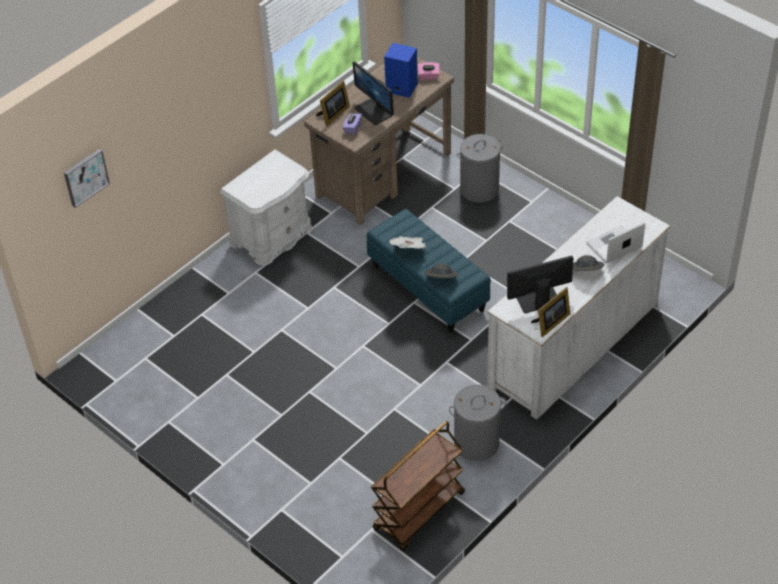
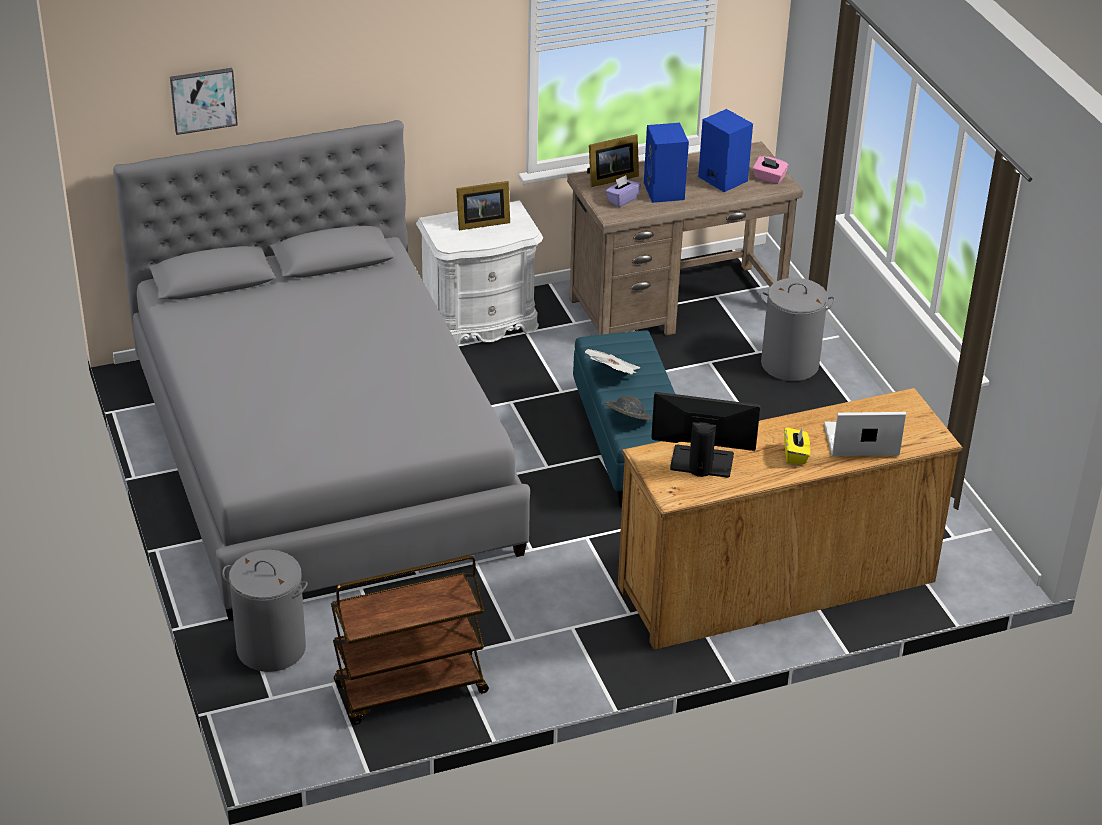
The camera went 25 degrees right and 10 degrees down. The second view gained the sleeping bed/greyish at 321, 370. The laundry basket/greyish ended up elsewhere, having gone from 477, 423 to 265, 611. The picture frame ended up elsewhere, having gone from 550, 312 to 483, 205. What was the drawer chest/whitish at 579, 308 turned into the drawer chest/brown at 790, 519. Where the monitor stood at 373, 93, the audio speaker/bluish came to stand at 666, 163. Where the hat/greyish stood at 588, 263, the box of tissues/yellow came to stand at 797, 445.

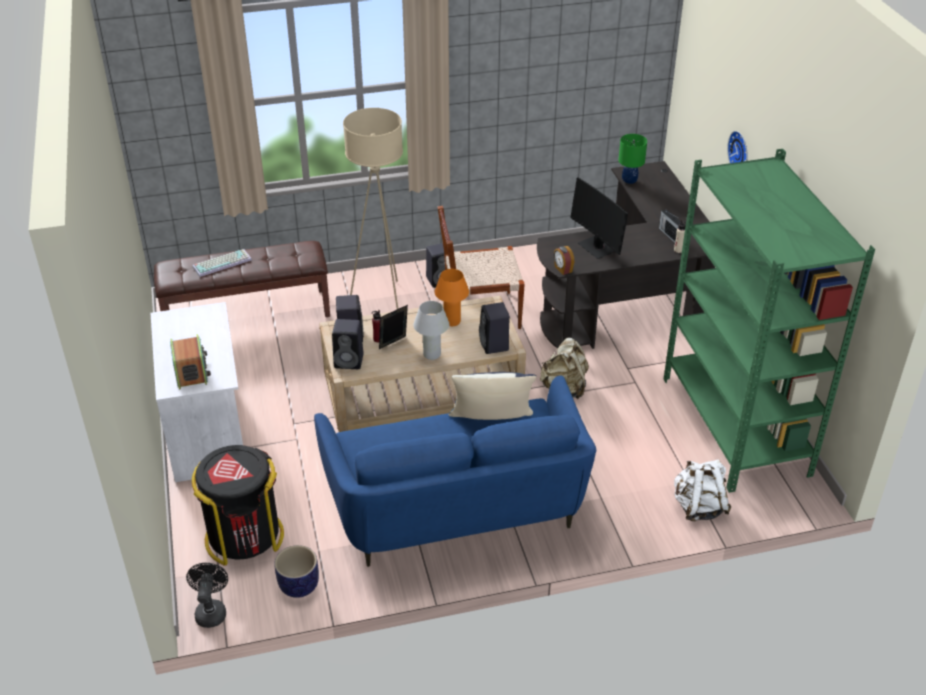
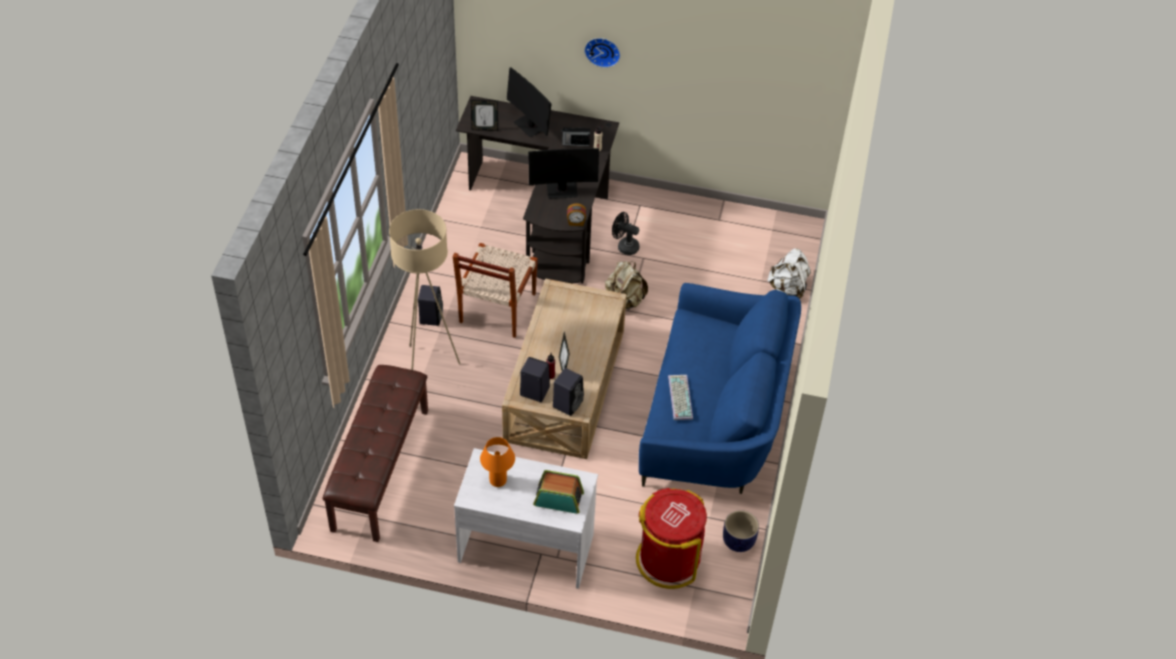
The camera went 65 degrees left and 10 degrees up. Where the lamp for a table/green-coloured stood at 632, 159, the picture frame came to stand at 484, 115. The lamp for a table/orange-coloured ended up elsewhere, having gone from 452, 297 to 497, 462. The second view gained the monitor at 529, 102. The cooling fan/black ended up elsewhere, having gone from 207, 595 to 625, 233. What was the trash can/black at 238, 505 turned into the trash can/red at 671, 538. The computer keyboard ended up elsewhere, having gone from 222, 263 to 680, 397. The second view lost the lamp for a table/whitish at 431, 330. The second view lost the cushion/bluish at 493, 396. The second view lost the audio speaker/black at 494, 328. The second view lost the bookcase/green-coloured at 769, 321.

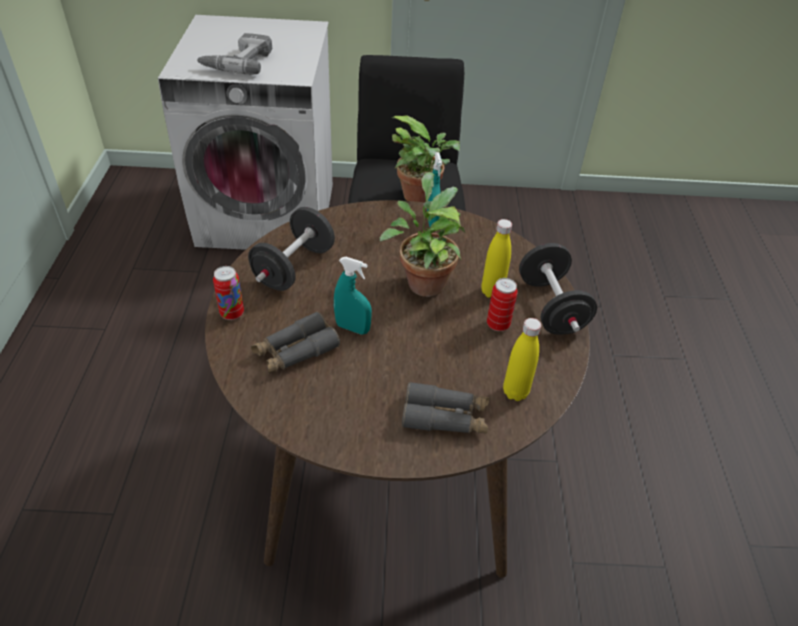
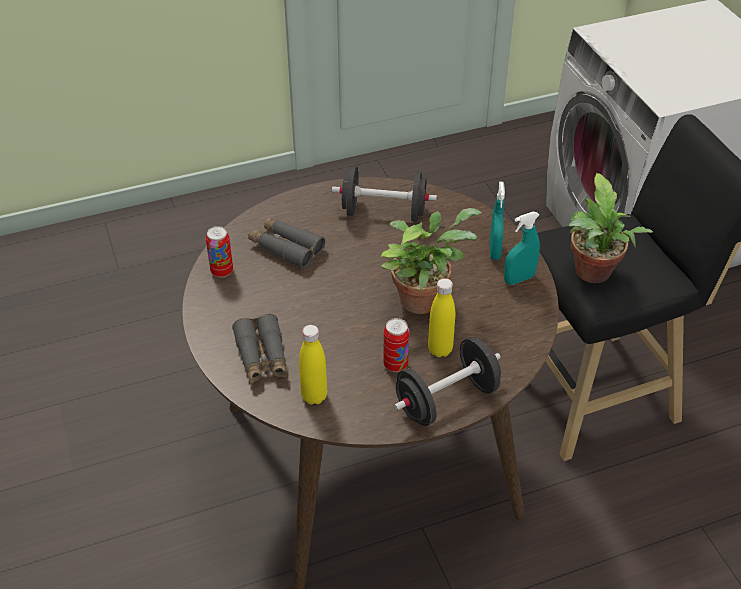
The camera went 70 degrees right and 0 degrees up. The can ended up elsewhere, having gone from 228, 293 to 219, 252. The hand sprayer/turquoise ended up elsewhere, having gone from 353, 296 to 497, 221. The second view lost the drill at 234, 53.

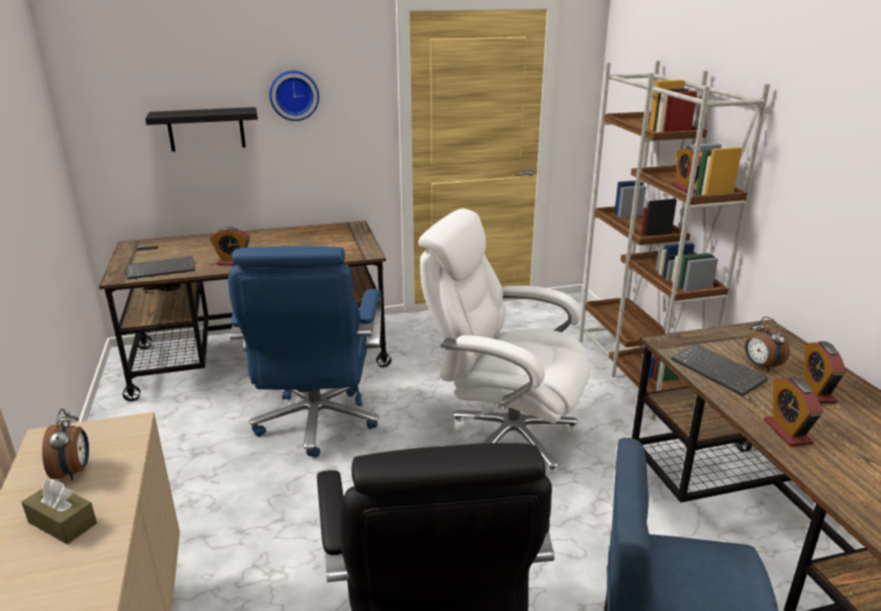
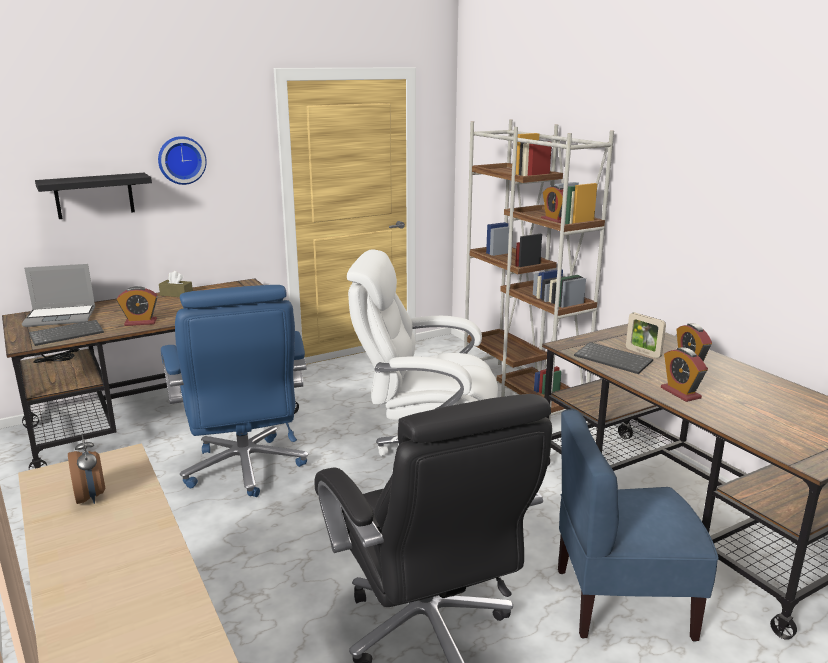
The camera went 15 degrees left and 5 degrees down. The second view gained the portable computer at 58, 295. The box of tissues/brown ended up elsewhere, having gone from 59, 511 to 176, 284. Where the table clock stood at 767, 344, the picture frame came to stand at 646, 335.

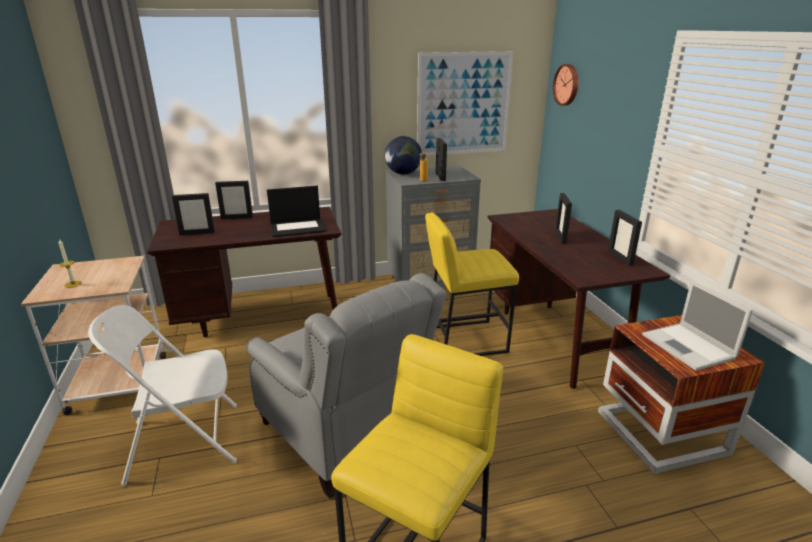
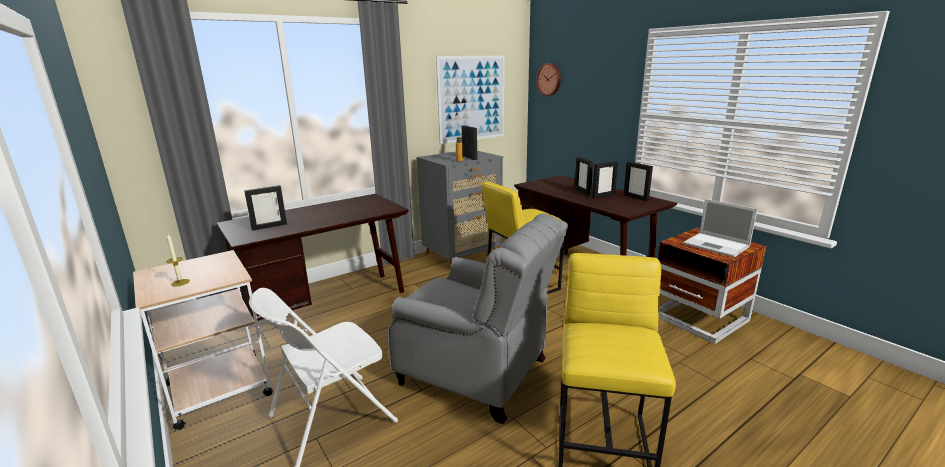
The camera went 20 degrees left and 5 degrees down. The picture frame ended up elsewhere, having gone from 234, 200 to 604, 180. The second view lost the portable computer at 296, 211. The second view lost the world globe at 403, 155.

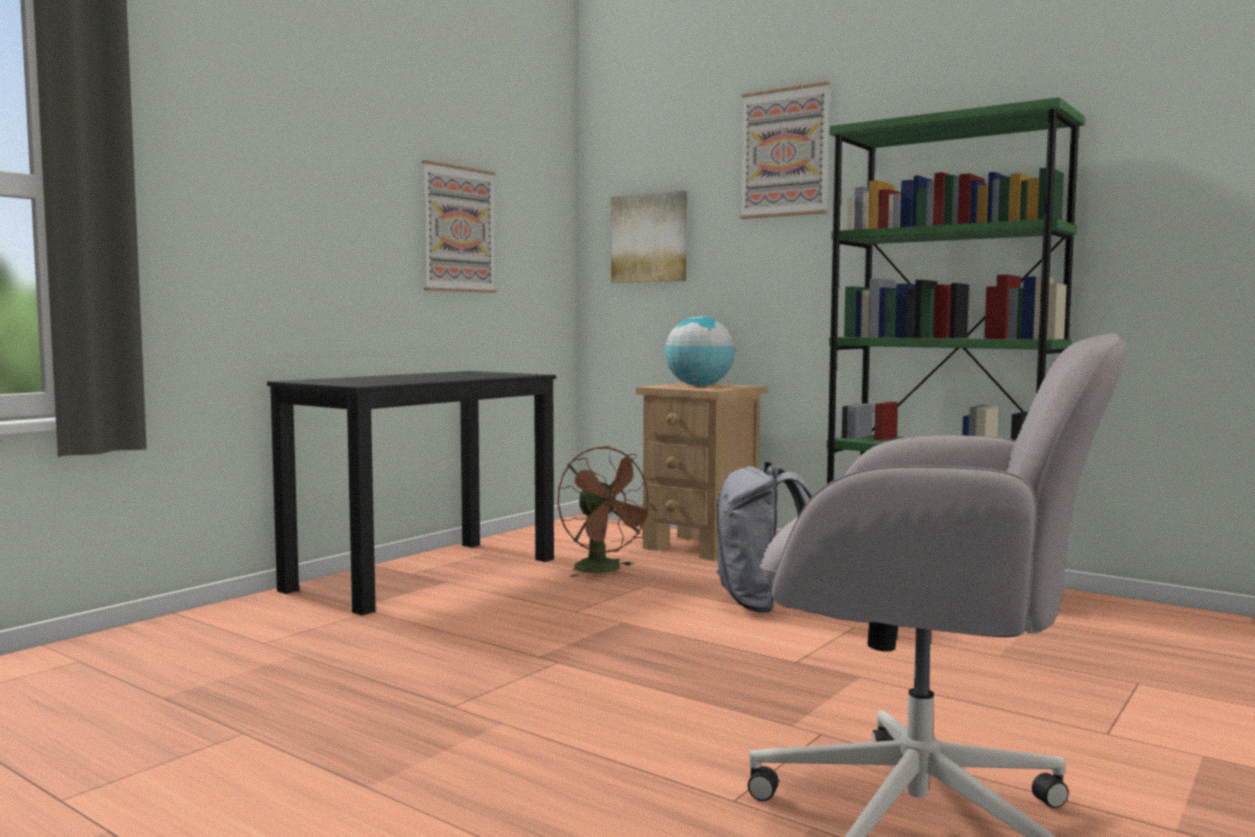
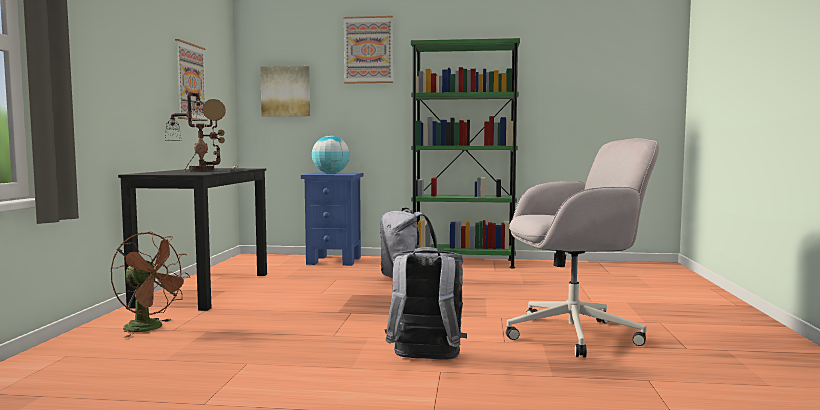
The camera went 30 degrees left and 0 degrees up. The cooling fan/brown ended up elsewhere, having gone from 607, 511 to 151, 285. The second view gained the lamp for a table at 201, 132. What was the nightstand/beige at 701, 472 turned into the nightstand/bluish at 332, 219. The second view gained the backpack/greyish at 426, 303.

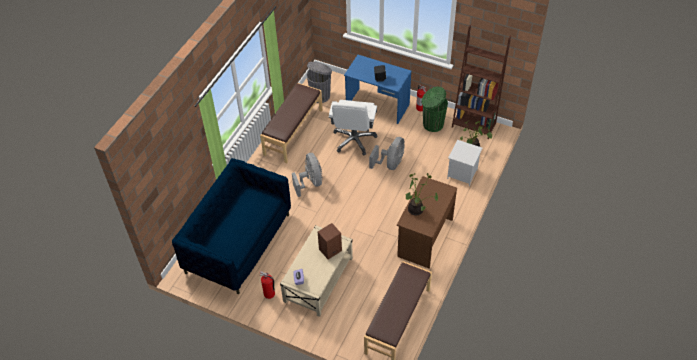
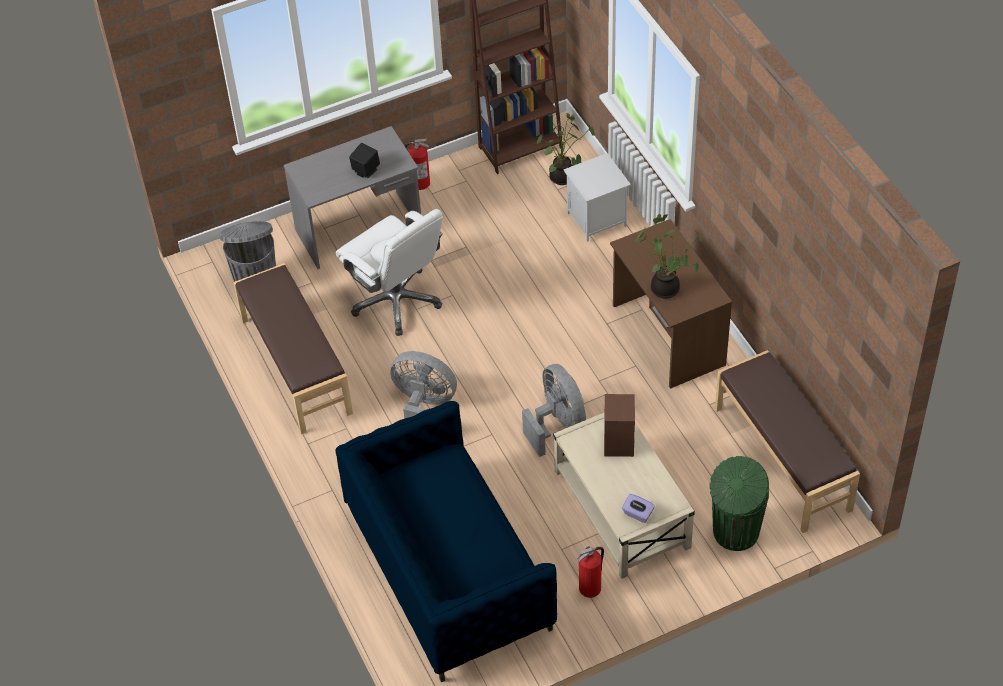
The camera went 50 degrees left and 0 degrees up. What was the desk/bluish at 377, 89 turned into the desk/greyish at 352, 197. The cooling fan/greyish ended up elsewhere, having gone from 386, 153 to 554, 410. The trash can/green-coloured ended up elsewhere, having gone from 435, 109 to 739, 503.

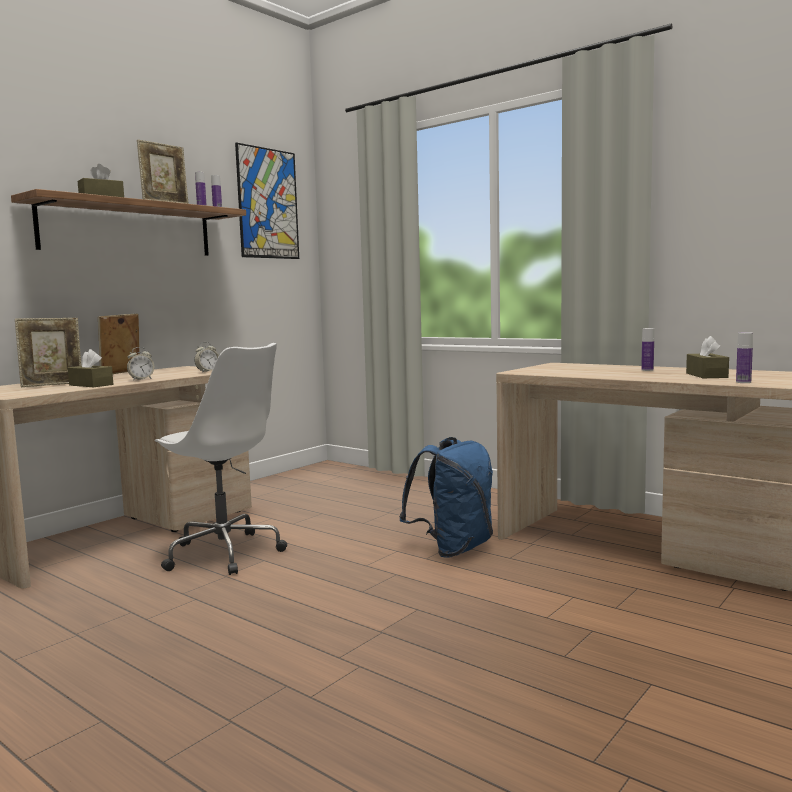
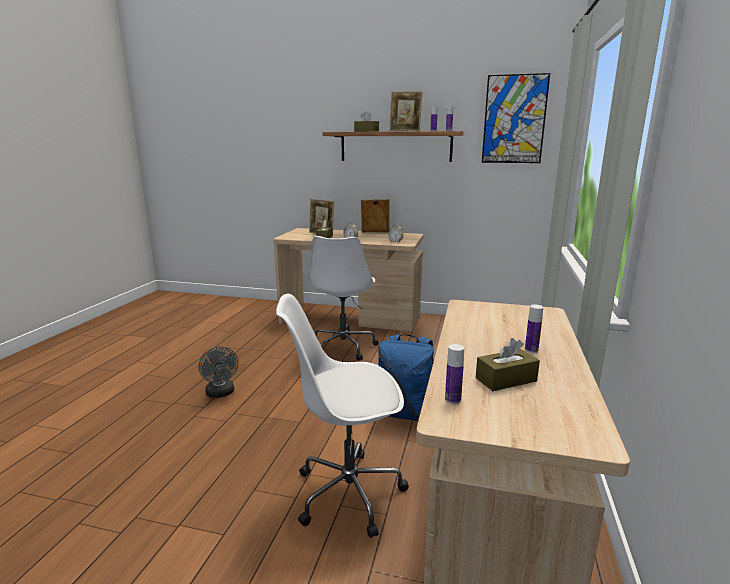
The camera went 65 degrees right and 10 degrees up. The second view gained the cooling fan/greyish at 218, 372. The second view gained the desk chair/whitish at 342, 416.

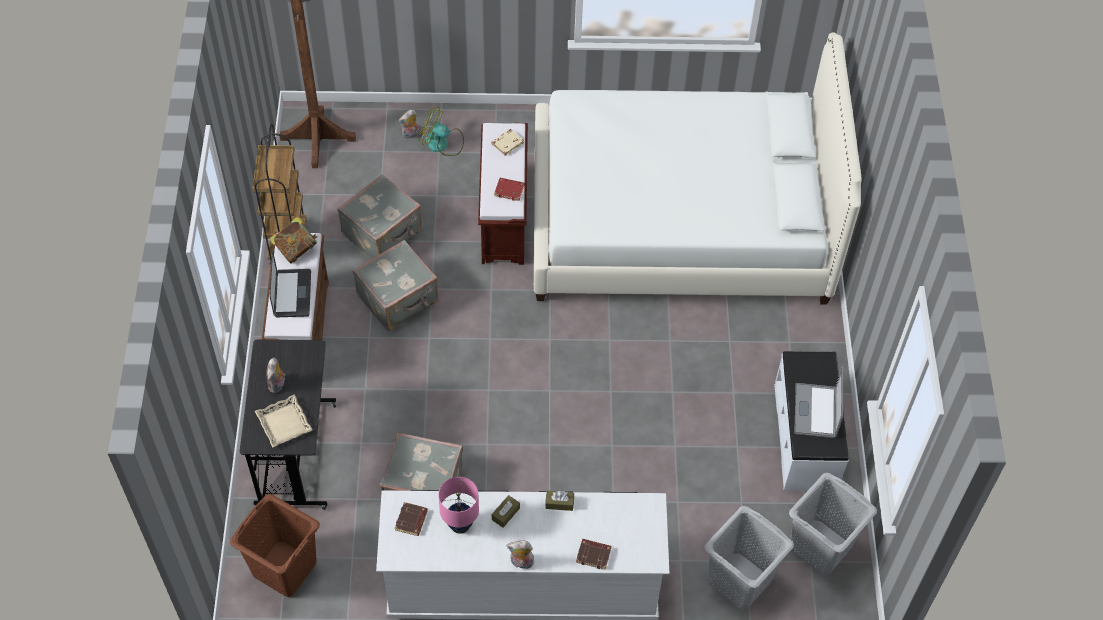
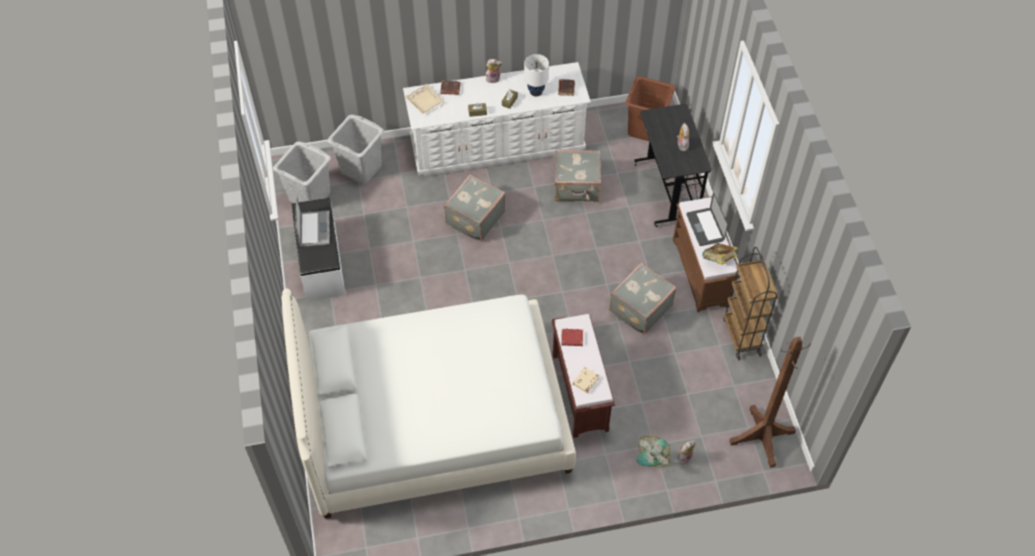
The camera went 170 degrees right and 0 degrees up. The tray/beige ended up elsewhere, having gone from 284, 421 to 424, 98. The piece of luggage/greyish ended up elsewhere, having gone from 379, 216 to 474, 208. What was the lamp for a table/pinkish at 458, 505 turned into the lamp for a table/whitish at 536, 75. The cooling fan at 441, 131 ended up facing another way, 120 degrees clockwise from before.

